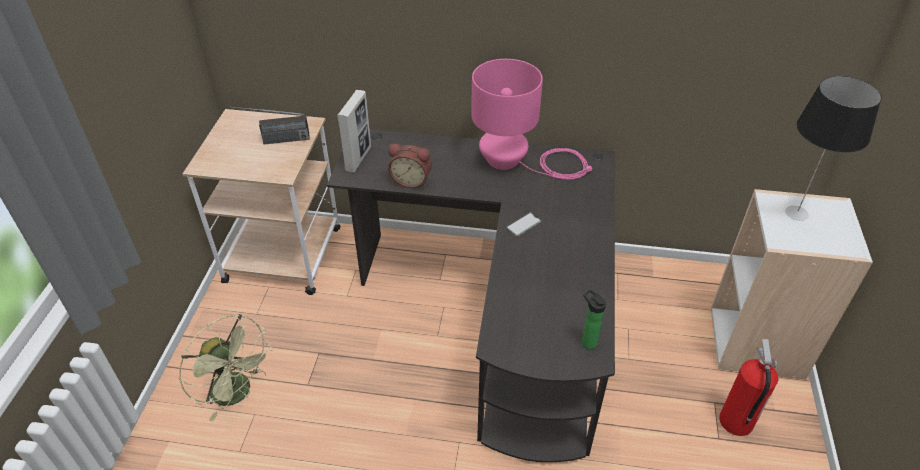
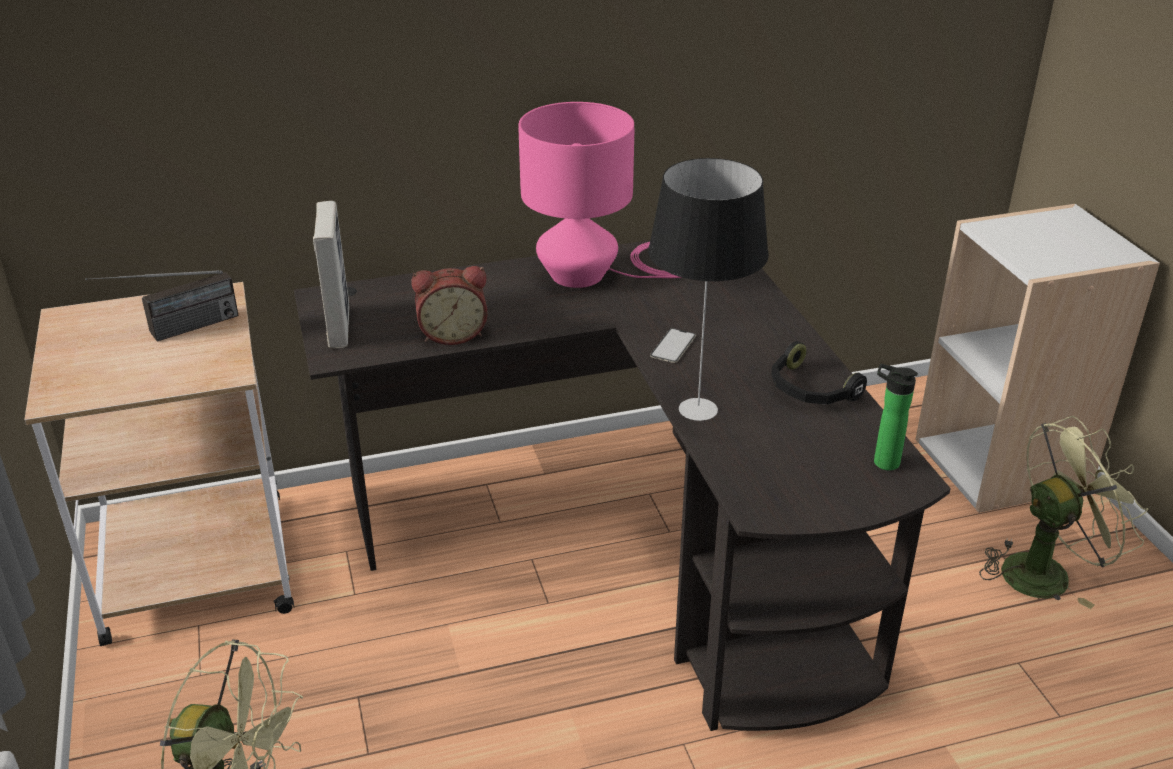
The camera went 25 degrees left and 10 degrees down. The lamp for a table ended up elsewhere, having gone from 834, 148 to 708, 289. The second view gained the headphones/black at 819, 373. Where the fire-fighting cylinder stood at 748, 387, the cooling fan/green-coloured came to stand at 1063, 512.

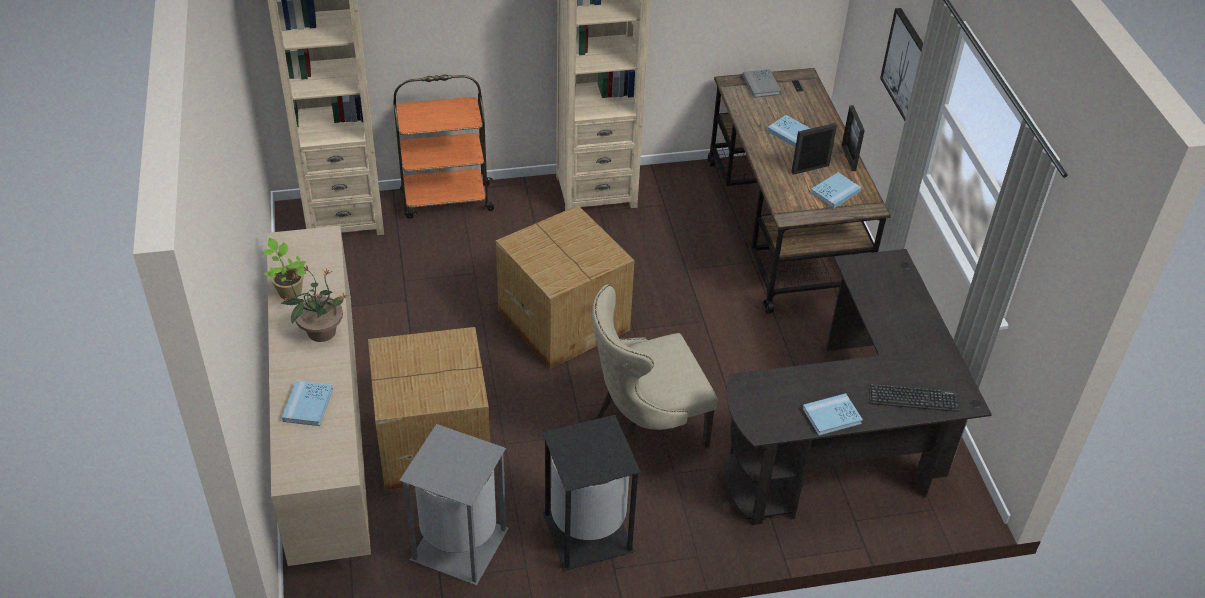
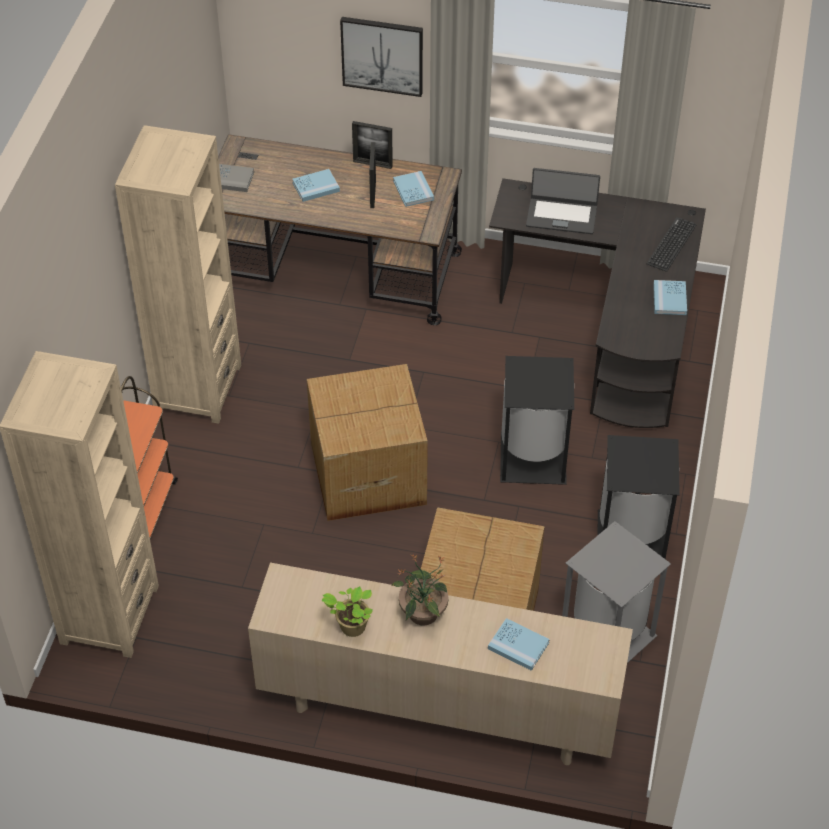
The camera went 65 degrees left and 5 degrees up. Where the chair/beige stood at 654, 366, the trash can/black came to stand at 537, 420. The second view gained the portable computer at 563, 201.

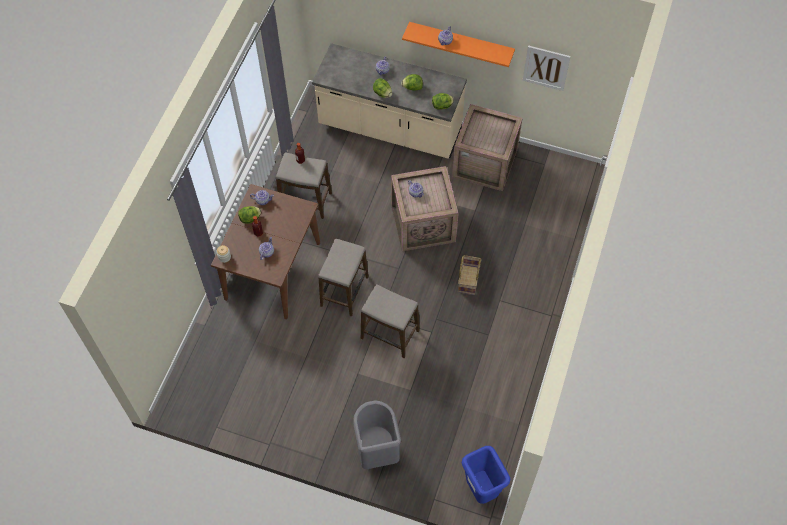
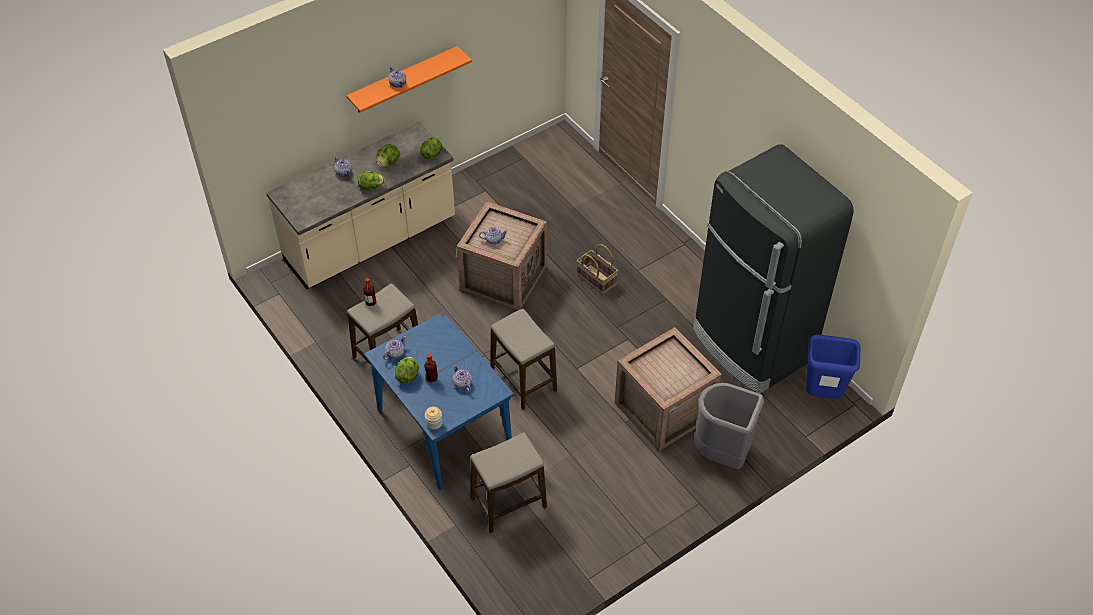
The camera went 55 degrees left and 10 degrees down. What was the dining table/brown at 265, 251 turned into the dining table/bluish at 439, 400. The stool seat ended up elsewhere, having gone from 390, 321 to 508, 483. The shipping crate ended up elsewhere, having gone from 487, 147 to 668, 389. The second view gained the refrigerator/black at 773, 269. The second view lost the wall art at 547, 68.

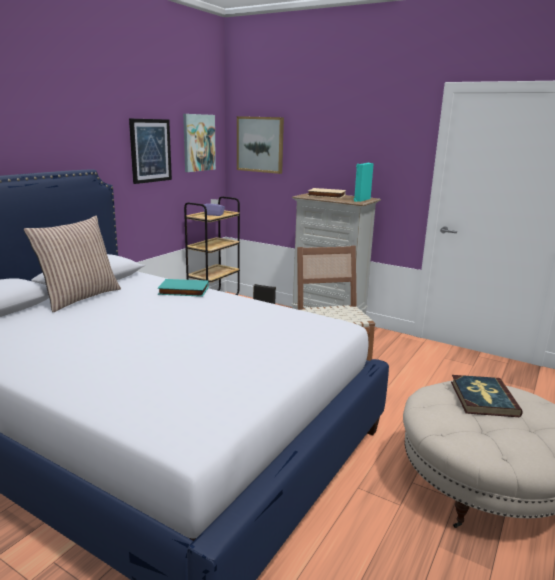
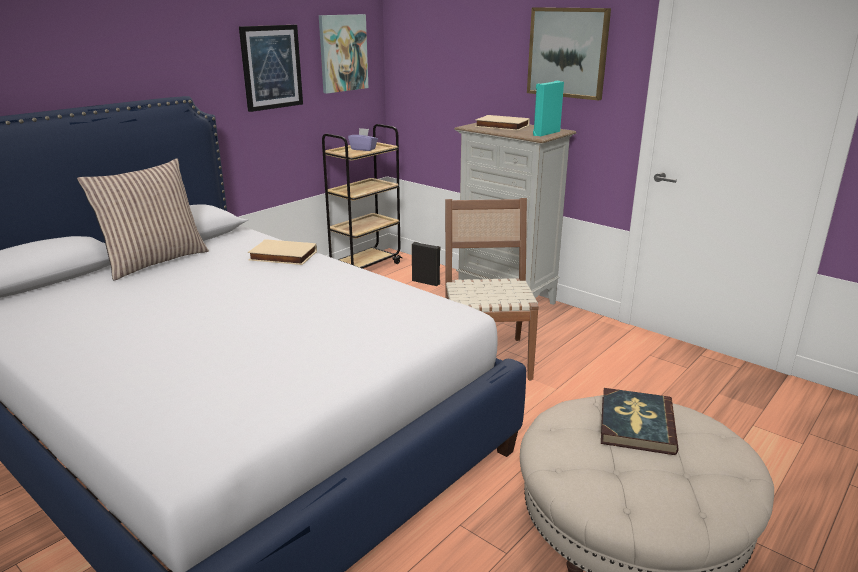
The camera went 10 degrees right and 5 degrees up. What was the volume/turquoise at 183, 288 turned into the volume/beige at 282, 252. The wall art ended up elsewhere, having gone from 260, 145 to 569, 54.

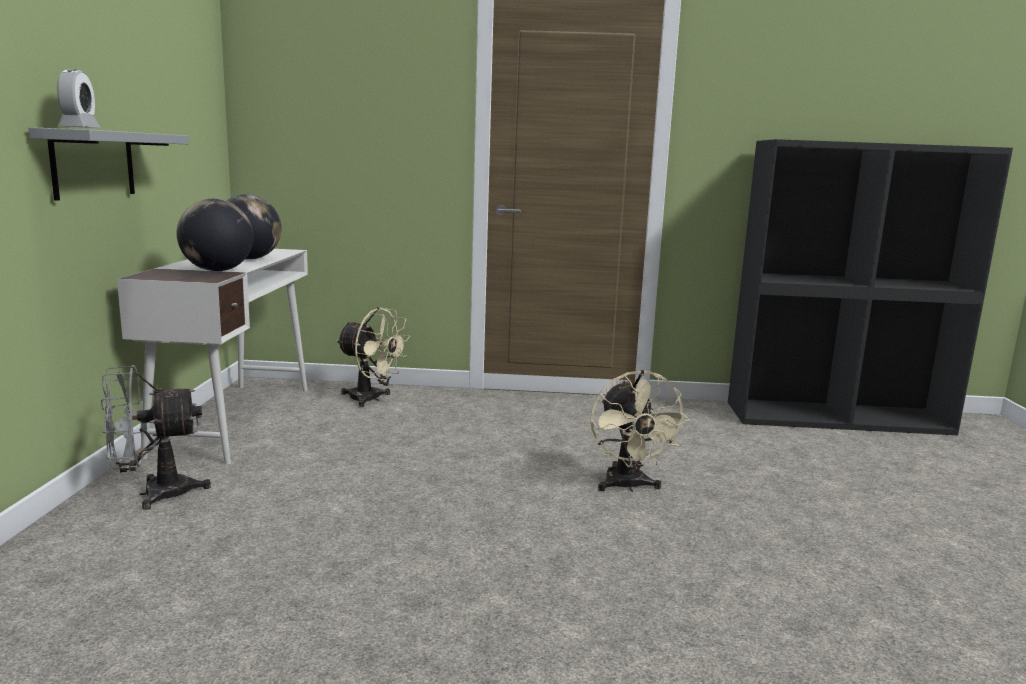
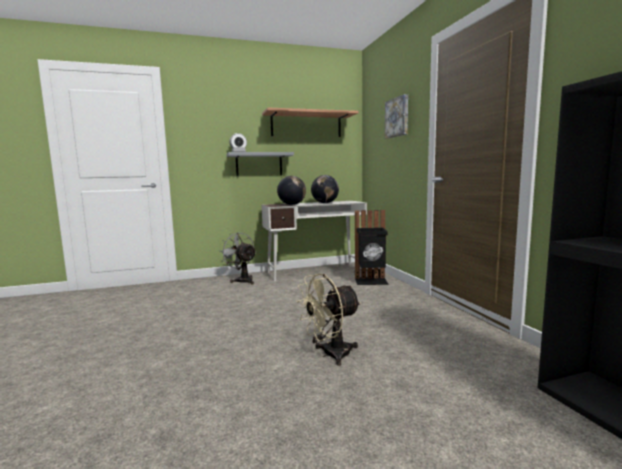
The camera went 70 degrees right and 5 degrees down. The second view gained the shelf at 310, 122. Where the cooling fan/beige stood at 373, 357, the trash can/black came to stand at 372, 247. The second view gained the wall art at 396, 116.

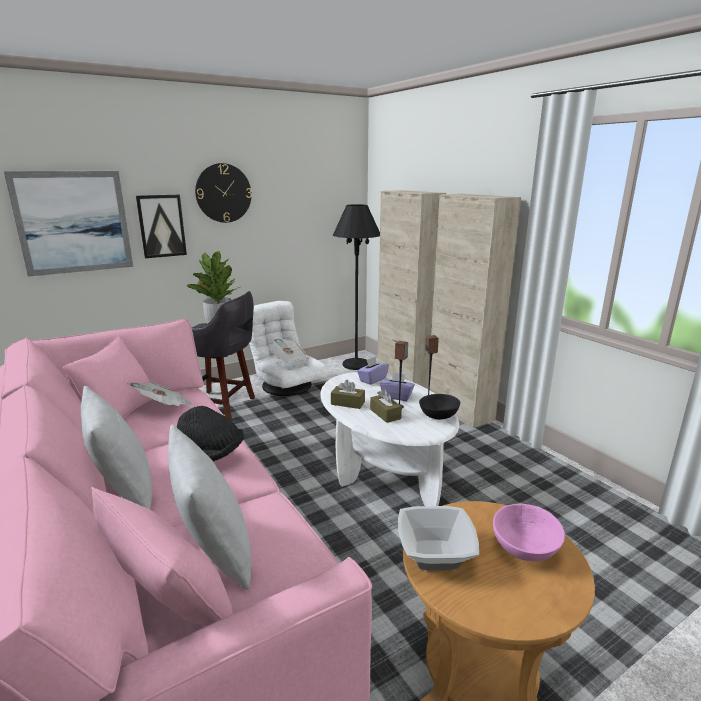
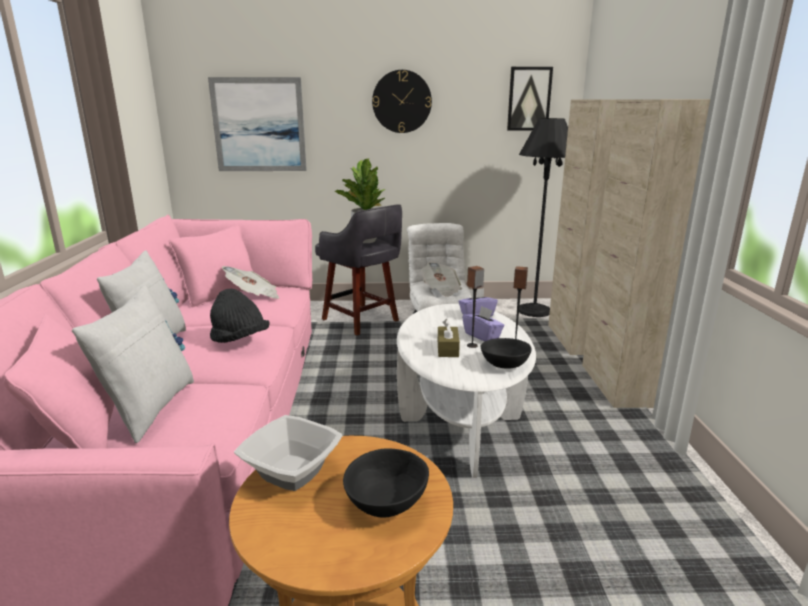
The camera went 30 degrees right and 0 degrees up. What was the deep dish/pinkish at 529, 532 turned into the deep dish/black at 386, 483. The wall art ended up elsewhere, having gone from 161, 226 to 530, 99. The second view lost the box of tissues/brown at 348, 394.

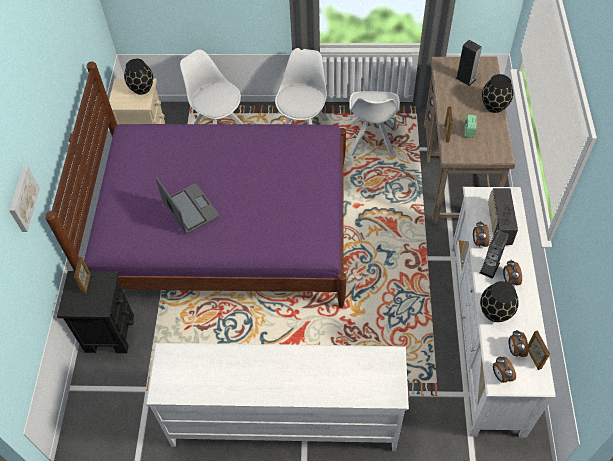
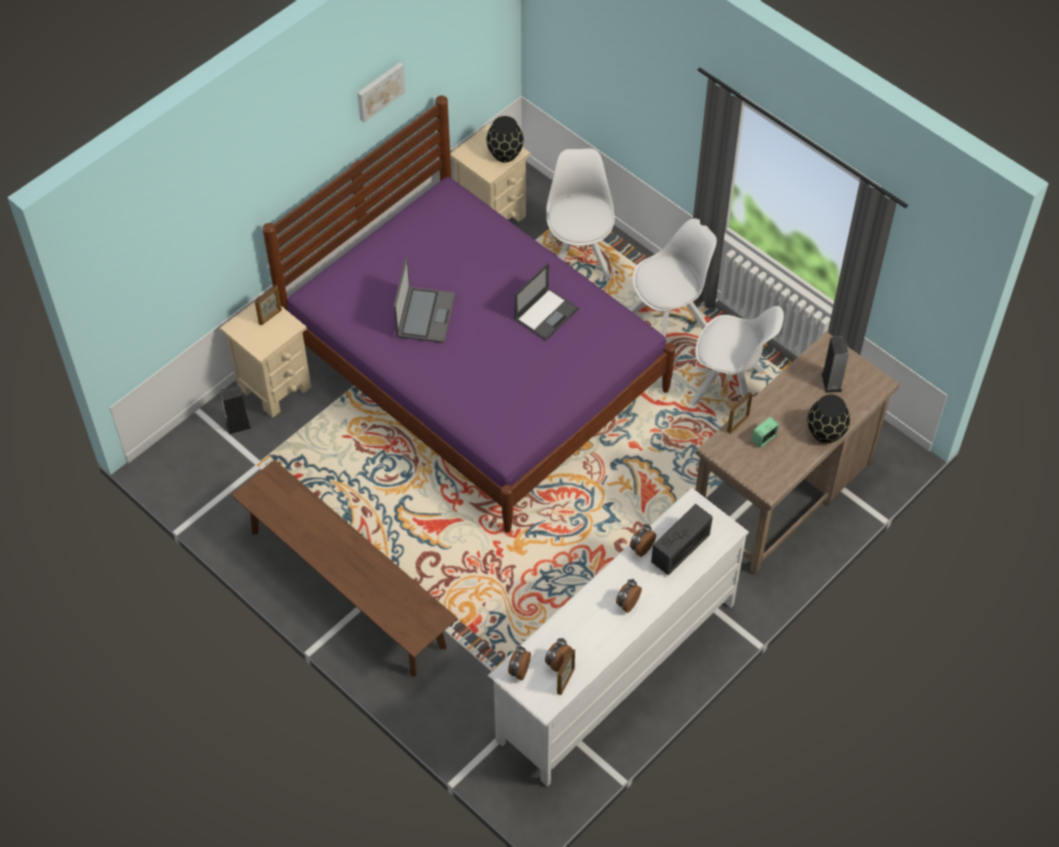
The camera went 40 degrees right and 0 degrees up. What was the nightstand/black at 95, 312 turned into the nightstand/beige at 265, 360. The audio speaker ended up elsewhere, having gone from 494, 254 to 235, 410. Where the drawer chest/whitish stood at 277, 397, the indoor bench/brown came to stand at 344, 568. The wall art ended up elsewhere, having gone from 24, 199 to 381, 92. The second view gained the portable computer at 546, 301. The chair/whitish at 374, 124 ended up facing another way, 120 degrees counterclockwise from before. The second view lost the decorative vase/black at 499, 301.

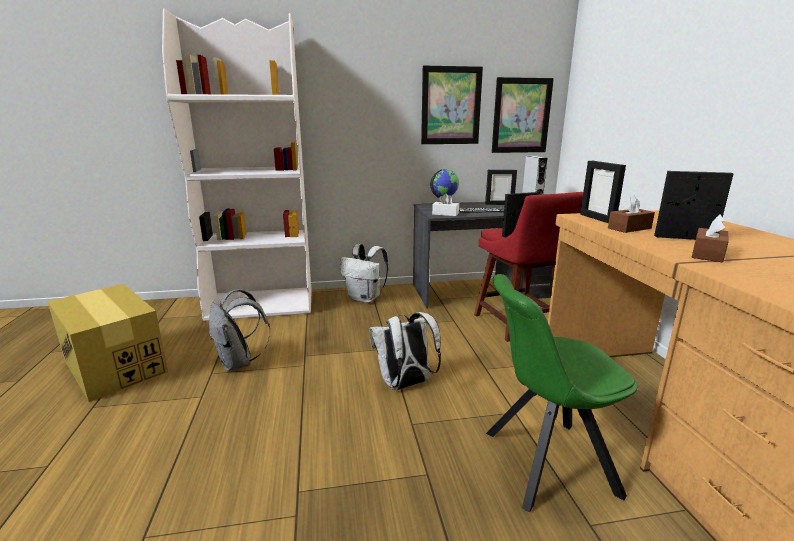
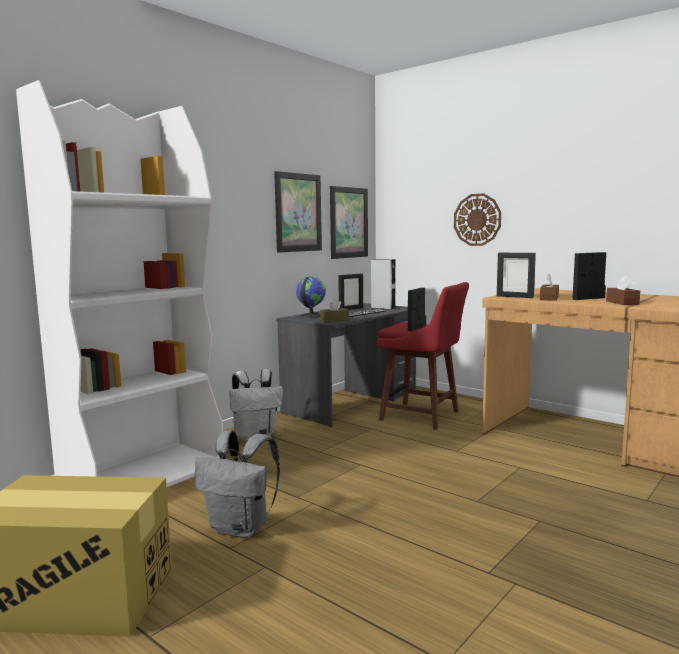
The camera went 40 degrees left and 10 degrees down. What was the box of tissues/whitish at 445, 204 turned into the box of tissues/brown at 334, 311. The second view gained the hanging clock at 477, 219. The second view lost the backpack/whitish at 405, 351. The second view lost the chair/green-coloured at 562, 393.

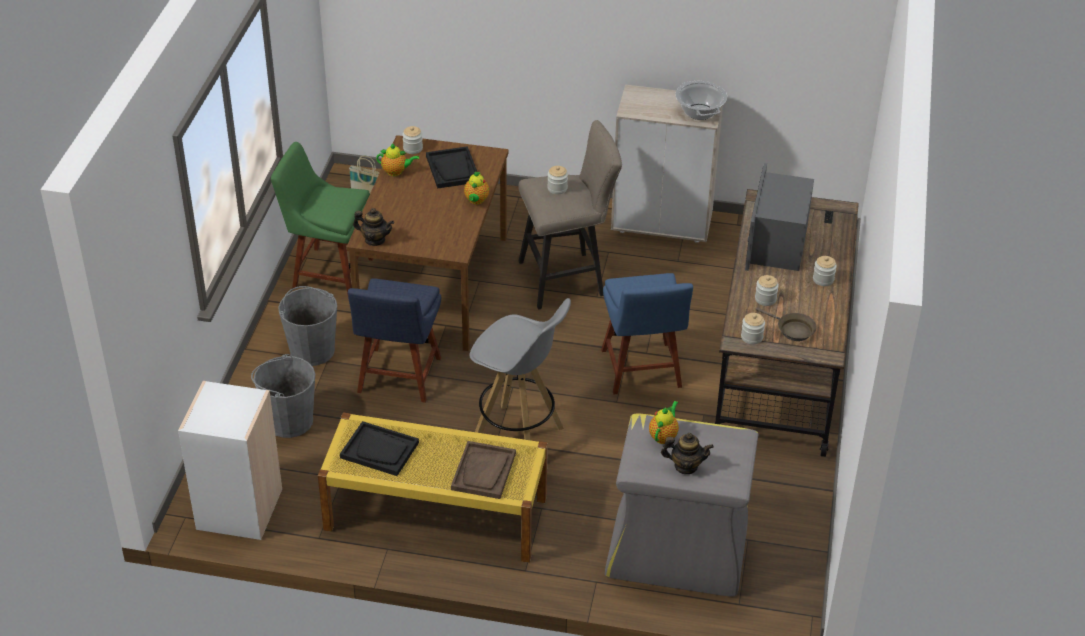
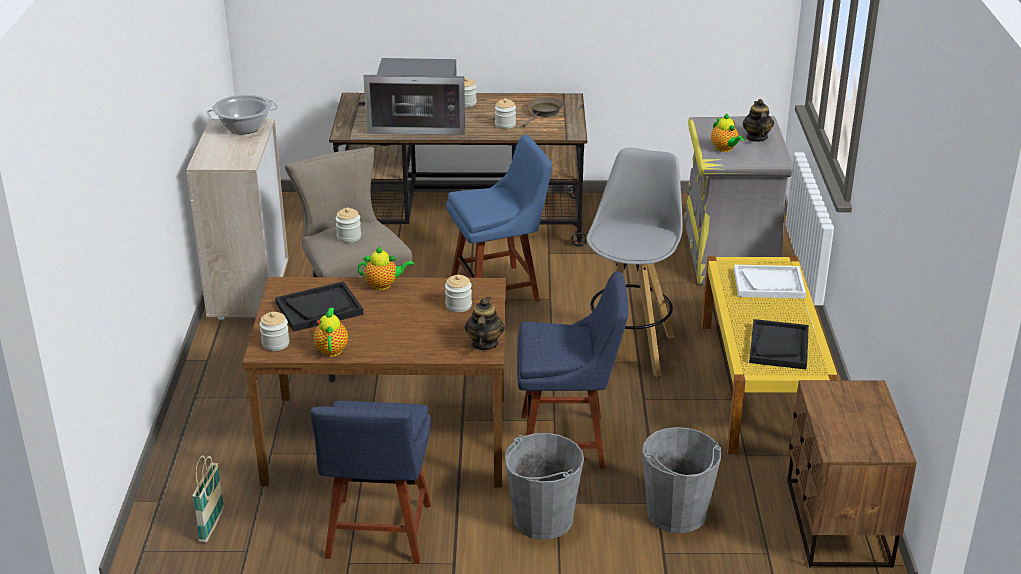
The camera went 100 degrees left and 10 degrees down. What was the chair/green-coloured at 322, 218 turned into the chair/bluish at 371, 482. The jar ended up elsewhere, having gone from 753, 328 to 458, 293. The teapot at 664, 422 ended up facing another way, 135 degrees counterclockwise from before. What was the tray/brown at 483, 470 turned into the tray/whitish at 770, 282. Where the bookcase stood at 230, 460, the nightstand/brown came to stand at 852, 474.

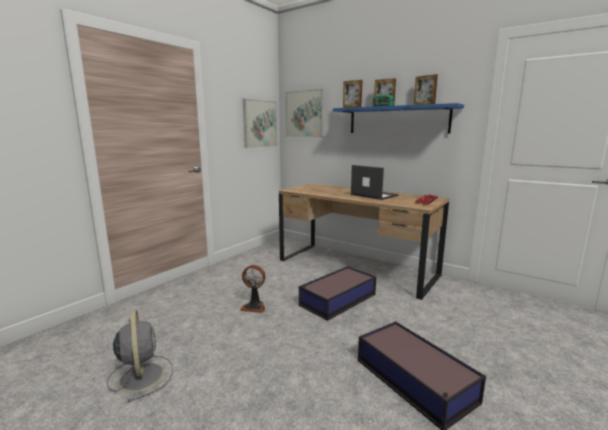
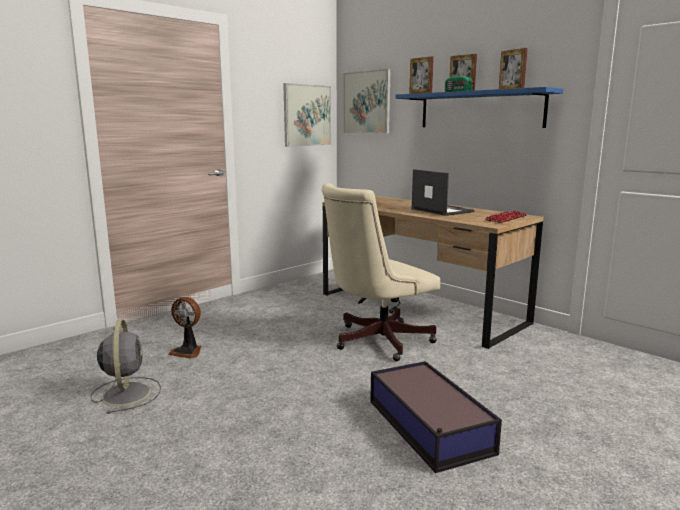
The camera went 10 degrees right and 0 degrees up. The cooling fan ended up elsewhere, having gone from 253, 289 to 184, 328. Where the storage box stood at 337, 293, the desk chair/beige came to stand at 381, 272.

